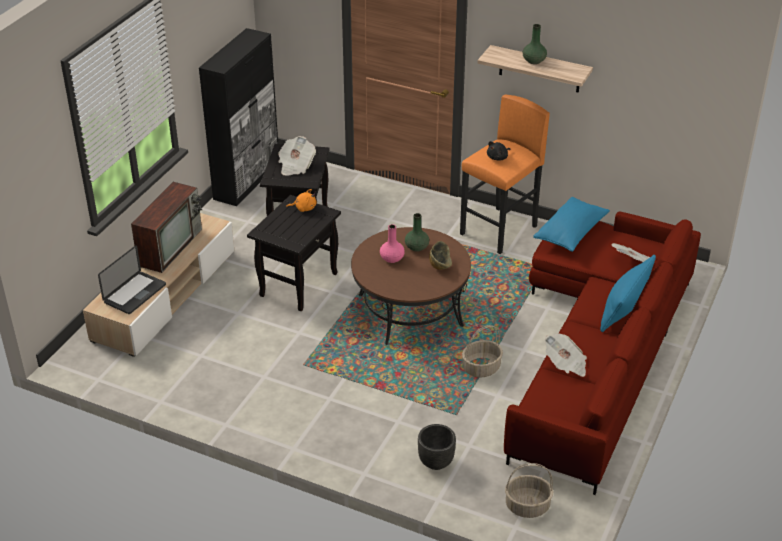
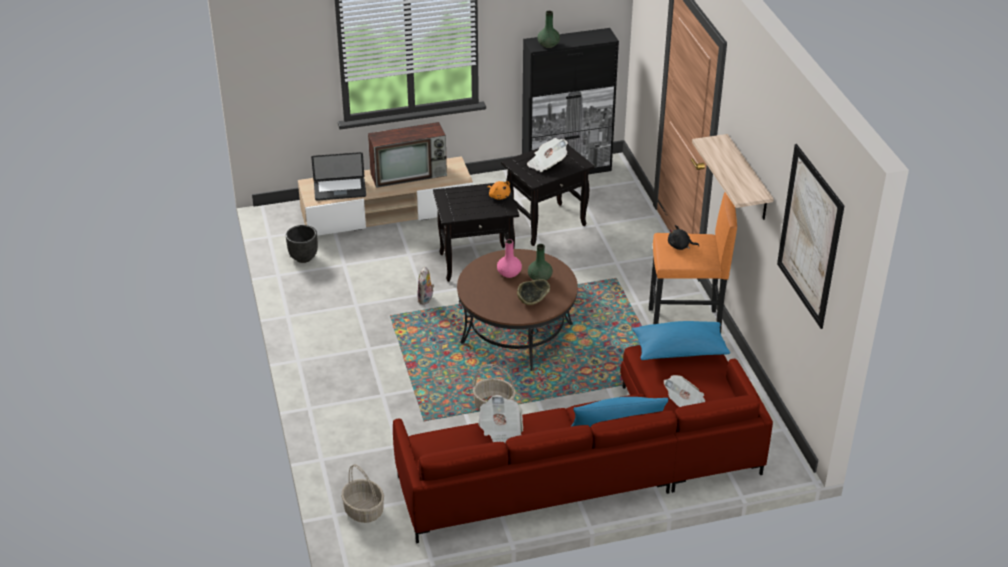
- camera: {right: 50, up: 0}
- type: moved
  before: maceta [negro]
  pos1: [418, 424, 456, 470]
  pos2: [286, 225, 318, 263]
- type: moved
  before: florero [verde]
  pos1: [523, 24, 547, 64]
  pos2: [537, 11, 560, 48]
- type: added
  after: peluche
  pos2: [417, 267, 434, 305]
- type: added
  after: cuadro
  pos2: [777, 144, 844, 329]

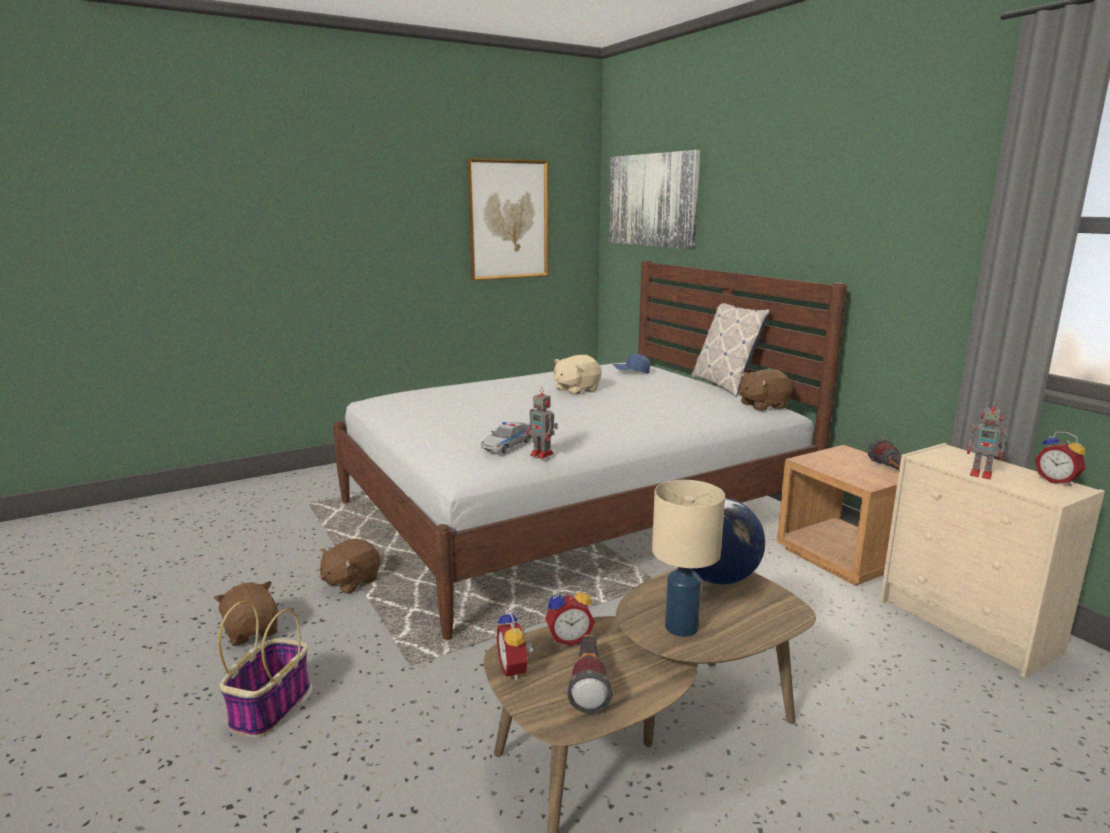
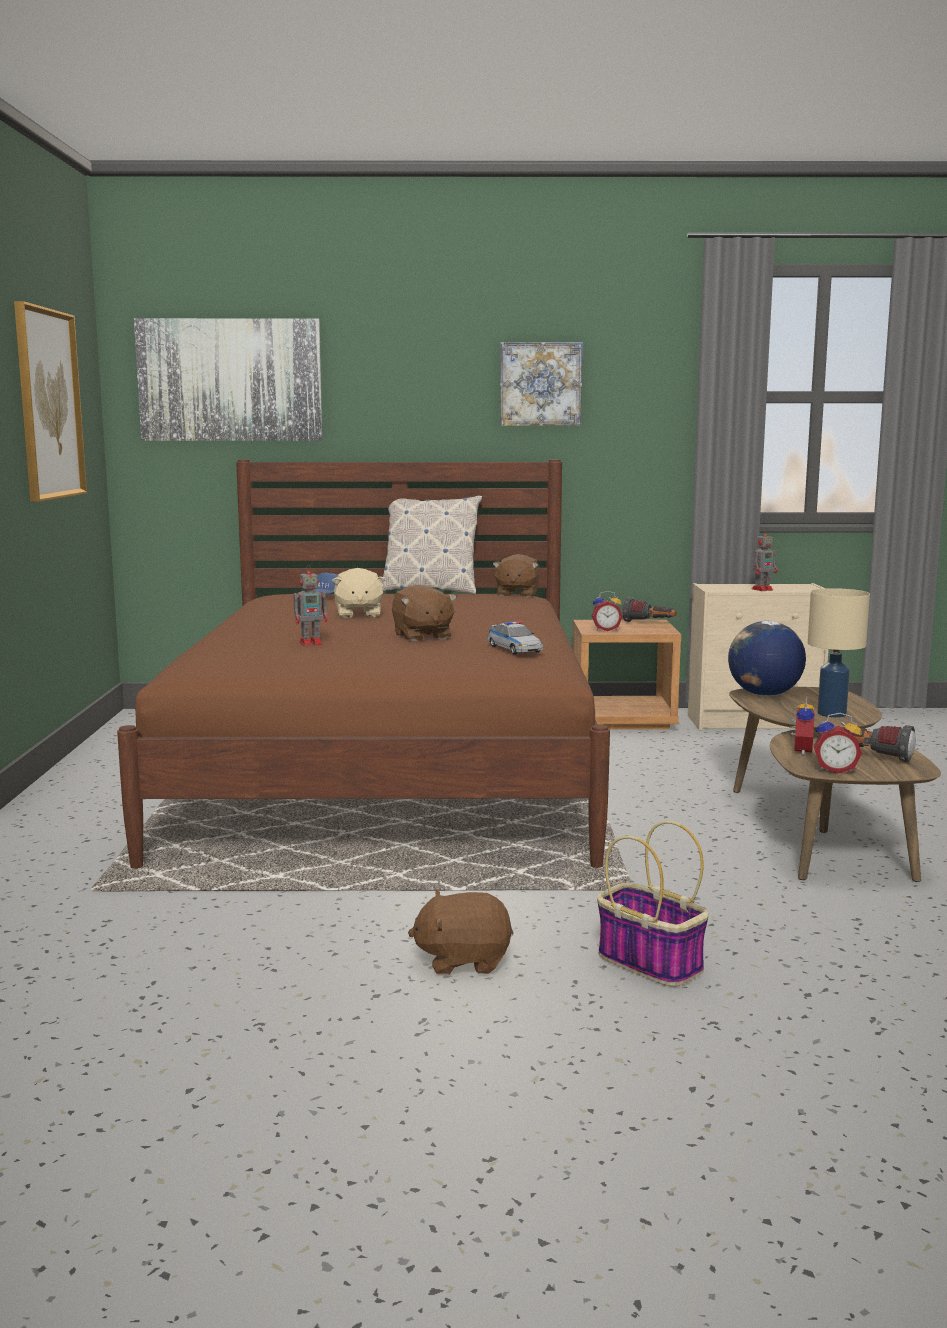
- camera: {right: -60, up: -5}
- type: moved
  before: peluche [marrón]
  pos1: [320, 538, 380, 594]
  pos2: [392, 585, 457, 642]
- type: recoloured
  before: cama [blanco]
  after: cama [marrón]
  pos1: [333, 260, 847, 640]
  pos2: [117, 460, 610, 869]
- type: moved
  before: robot de juguete
  pos1: [526, 387, 558, 459]
  pos2: [293, 564, 328, 646]
- type: moved
  before: despertador
  pos1: [1035, 432, 1086, 486]
  pos2: [591, 591, 623, 632]
- type: added
  after: cuadro
  pos2: [500, 342, 583, 426]

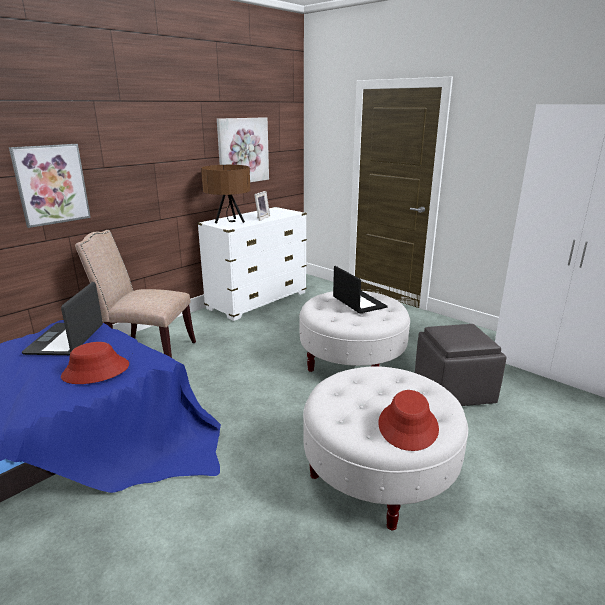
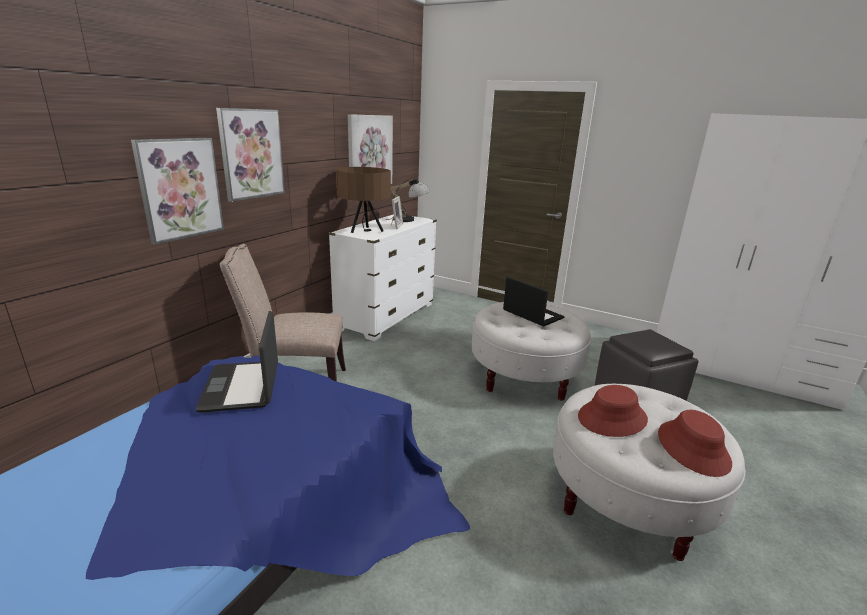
- camera: {right: -15, up: 0}
- type: moved
  before: sombrero [rojo]
  pos1: [61, 342, 129, 384]
  pos2: [578, 385, 648, 437]
- type: added
  after: cuadro
  pos2: [216, 108, 285, 202]
- type: added
  after: lámpara de mesa
  pos2: [385, 177, 430, 222]

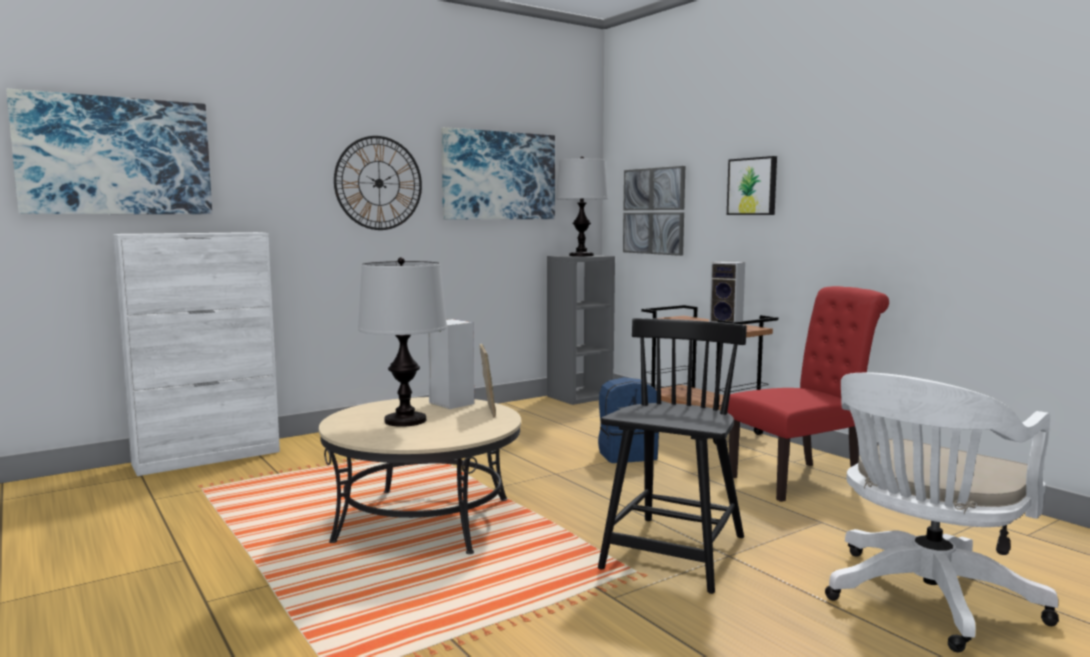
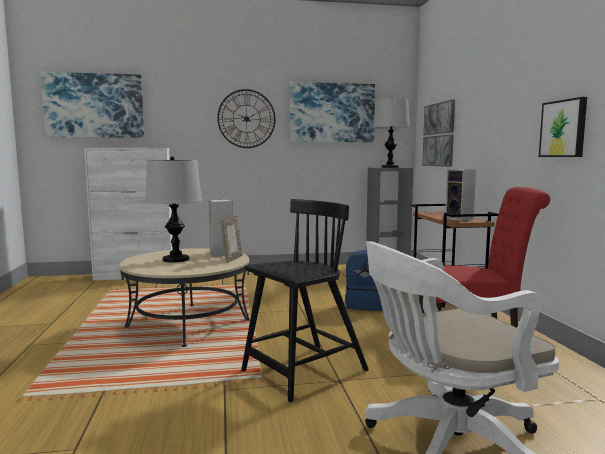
- camera: {right: 25, up: 0}
- type: moved
  before: cuadro
  pos1: [727, 156, 777, 215]
  pos2: [539, 97, 587, 157]

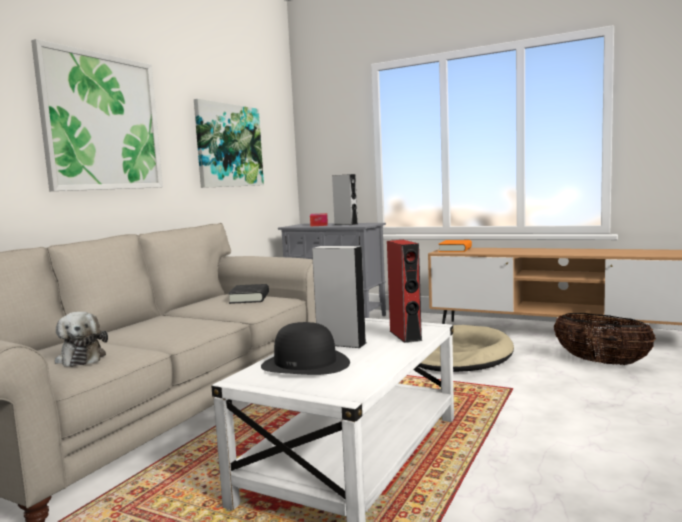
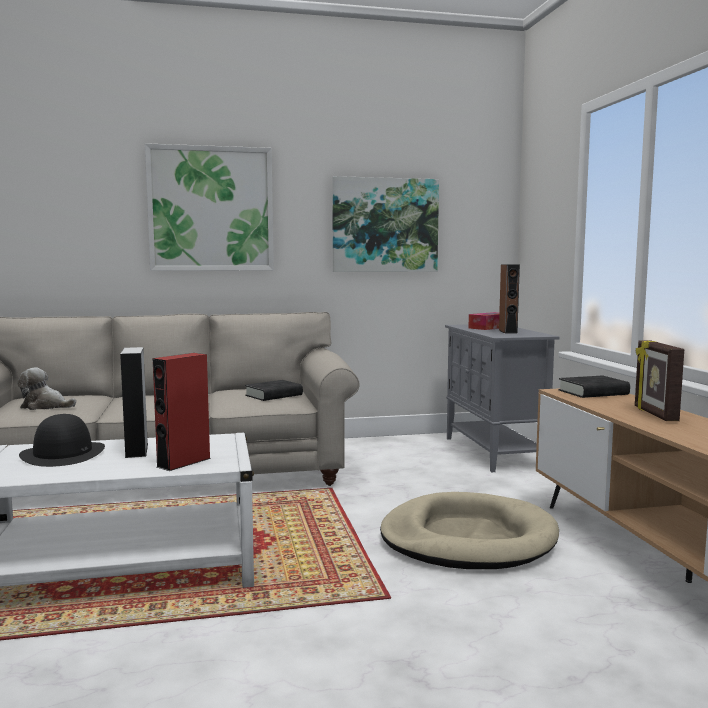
- camera: {right: 50, up: 0}
- type: turned
  before: peluche
  pos1: [55, 312, 108, 367]
  pos2: [17, 367, 76, 410]
  turn: 75
- type: recoloured
  before: altavoz [gris]
  after: altavoz [marrón]
  pos1: [332, 174, 358, 225]
  pos2: [499, 264, 520, 334]
- type: recoloured
  before: libro [naranja]
  after: libro [negro]
  pos1: [439, 240, 472, 252]
  pos2: [559, 375, 630, 398]
- type: removed
  before: cesta
  pos1: [554, 313, 656, 365]
- type: added
  after: portarretratos
  pos2: [635, 340, 684, 421]

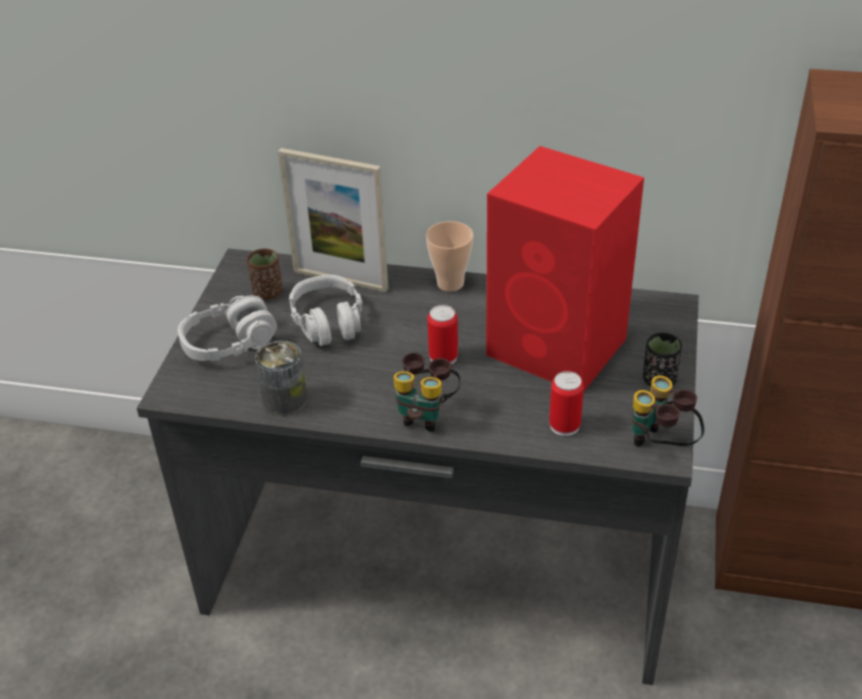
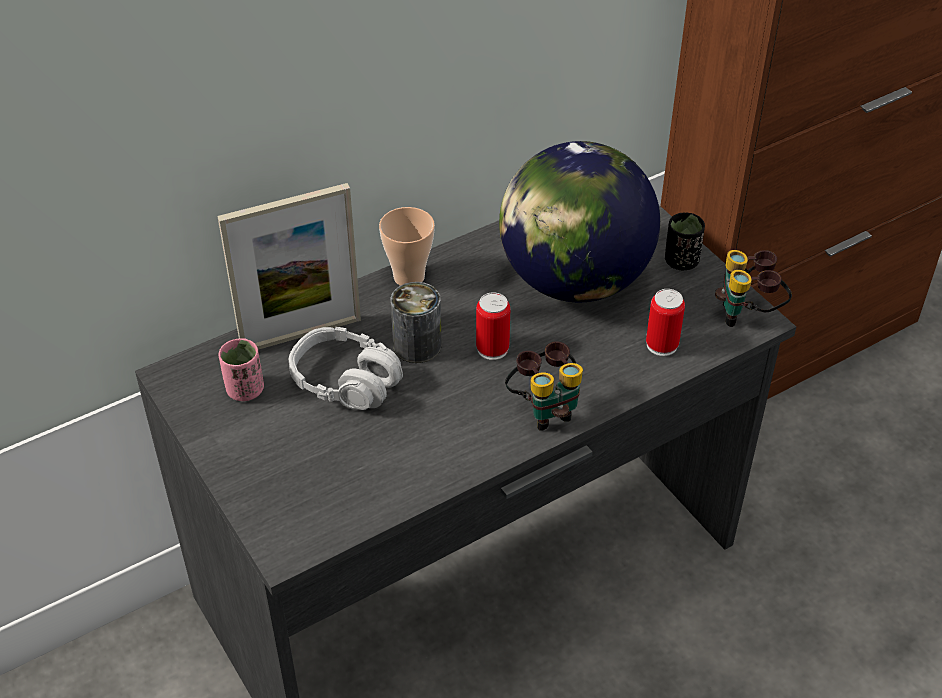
- camera: {right: -45, up: 5}
- type: removed
  before: auriculares [gris]
  pos1: [178, 295, 277, 361]
- type: recoloured
  before: taza [marrón]
  after: taza [rosa]
  pos1: [247, 249, 283, 300]
  pos2: [218, 338, 264, 401]
- type: moved
  before: lata
  pos1: [255, 341, 307, 416]
  pos2: [391, 282, 442, 363]
- type: replaced
  before: altavoz [rojo]
  after: globo terráqueo
  pos1: [486, 146, 644, 391]
  pos2: [499, 141, 660, 303]

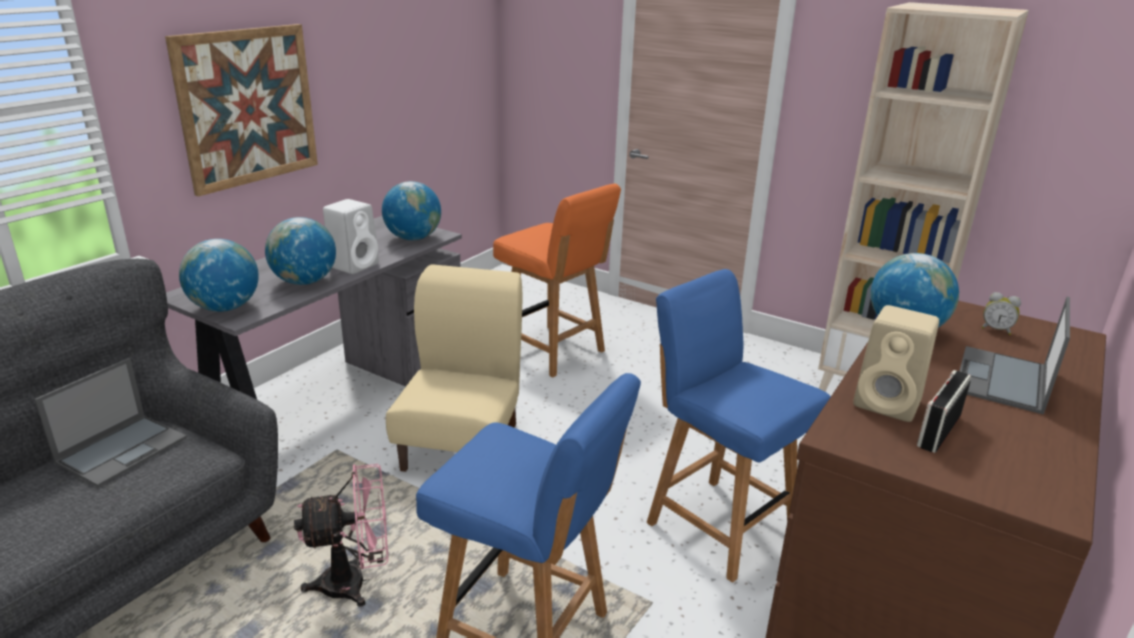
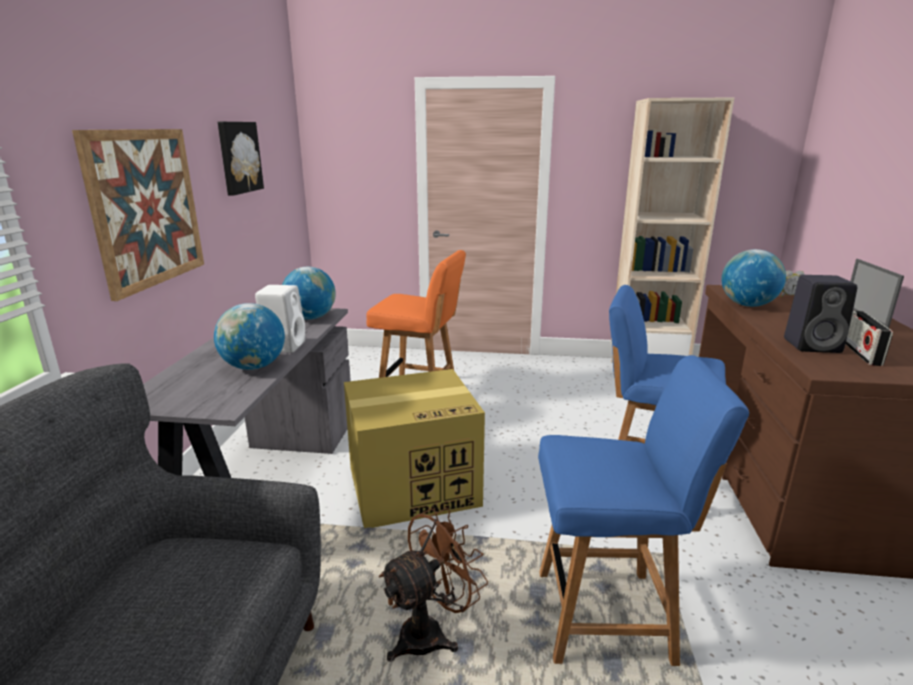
- camera: {right: -25, up: -5}
- type: removed
  before: portátil
  pos1: [35, 358, 187, 487]
- type: removed
  before: globo terráqueo
  pos1: [179, 239, 259, 312]
- type: recoloured
  before: ventilador [rosa]
  after: ventilador [marrón]
  pos1: [294, 464, 388, 607]
  pos2: [379, 508, 488, 662]
- type: replaced
  before: silla [beis]
  after: caja de cartón
  pos1: [386, 264, 523, 472]
  pos2: [344, 369, 485, 528]
- type: recoloured
  before: altavoz [beis]
  after: altavoz [negro]
  pos1: [853, 305, 939, 422]
  pos2: [784, 275, 857, 353]
- type: added
  after: cuadro
  pos2: [218, 122, 264, 196]

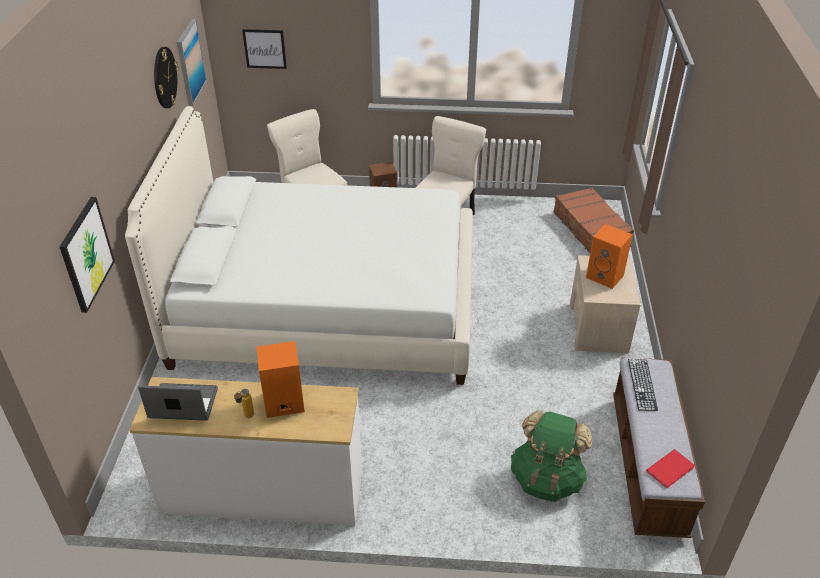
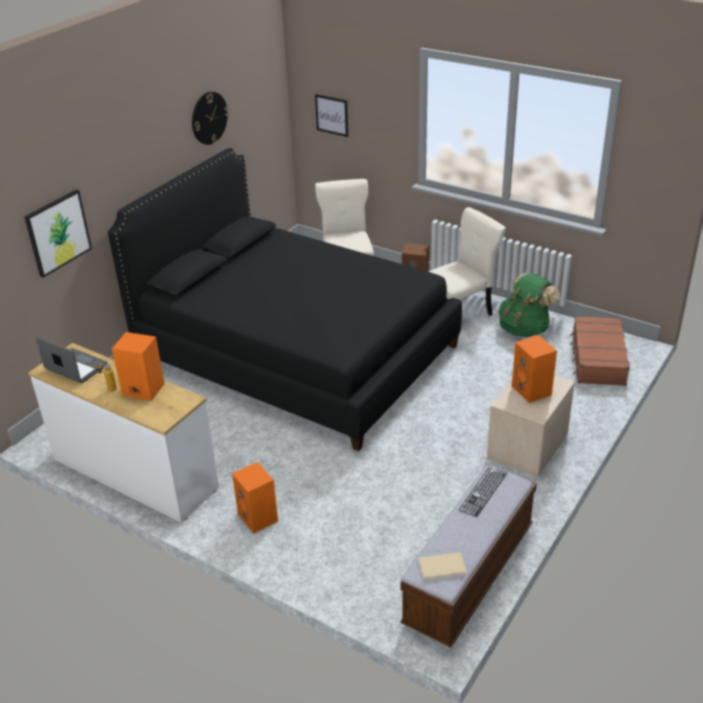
- camera: {right: 30, up: -5}
- type: recoloured
  before: cama [blanco]
  after: cama [negro]
  pos1: [125, 106, 473, 385]
  pos2: [108, 148, 462, 451]
- type: removed
  before: cuadro
  pos1: [177, 19, 207, 106]
- type: moved
  before: mochila [verde]
  pos1: [511, 411, 592, 502]
  pos2: [499, 273, 560, 337]
- type: recoloured
  before: libro [rojo]
  after: libro [beis]
  pos1: [646, 449, 695, 488]
  pos2: [418, 552, 467, 580]
- type: added
  after: altavoz [naranja]
  pos2: [232, 462, 278, 534]

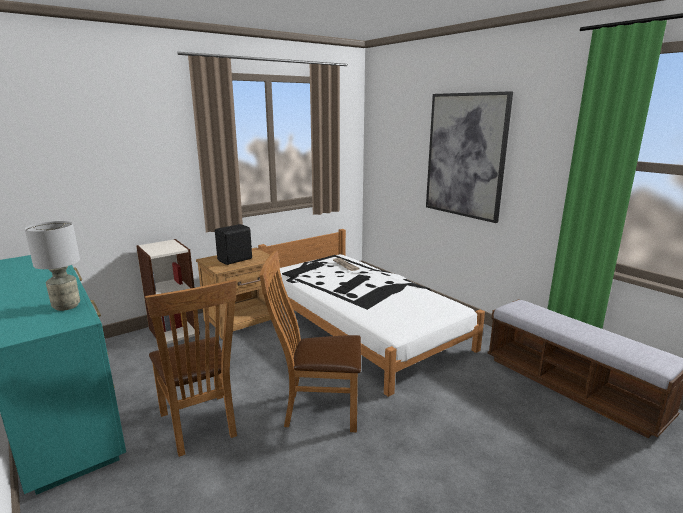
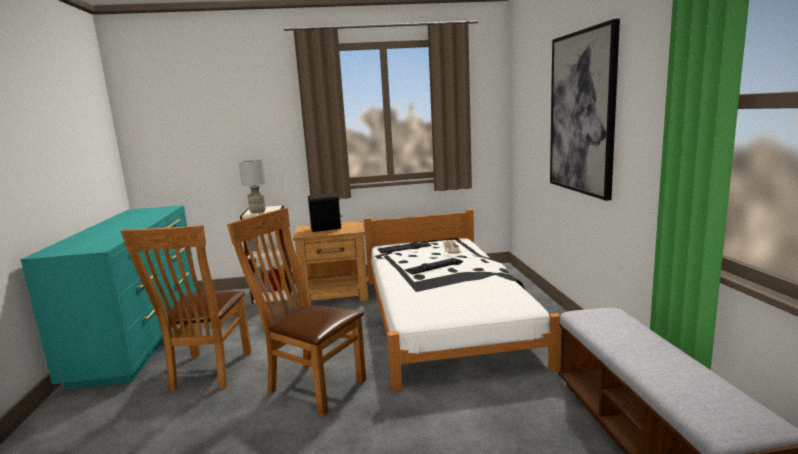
- camera: {right: 30, up: -5}
- type: moved
  before: lámpara de mesa [gris]
  pos1: [25, 221, 80, 311]
  pos2: [239, 159, 267, 214]

